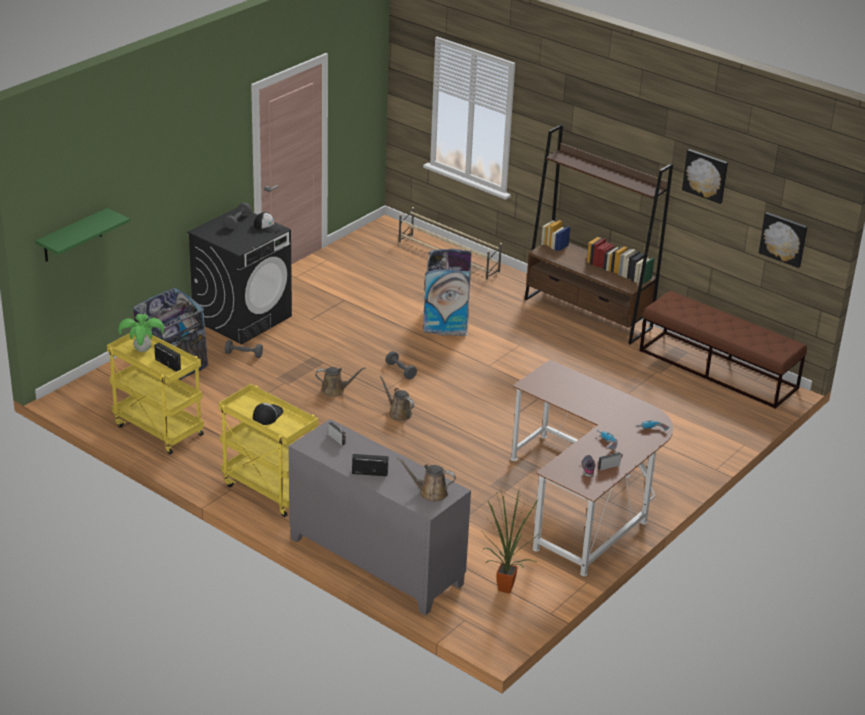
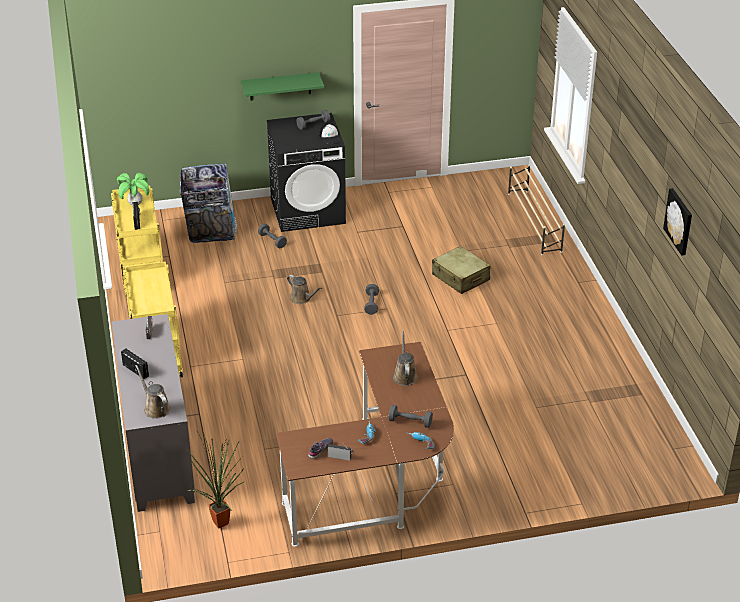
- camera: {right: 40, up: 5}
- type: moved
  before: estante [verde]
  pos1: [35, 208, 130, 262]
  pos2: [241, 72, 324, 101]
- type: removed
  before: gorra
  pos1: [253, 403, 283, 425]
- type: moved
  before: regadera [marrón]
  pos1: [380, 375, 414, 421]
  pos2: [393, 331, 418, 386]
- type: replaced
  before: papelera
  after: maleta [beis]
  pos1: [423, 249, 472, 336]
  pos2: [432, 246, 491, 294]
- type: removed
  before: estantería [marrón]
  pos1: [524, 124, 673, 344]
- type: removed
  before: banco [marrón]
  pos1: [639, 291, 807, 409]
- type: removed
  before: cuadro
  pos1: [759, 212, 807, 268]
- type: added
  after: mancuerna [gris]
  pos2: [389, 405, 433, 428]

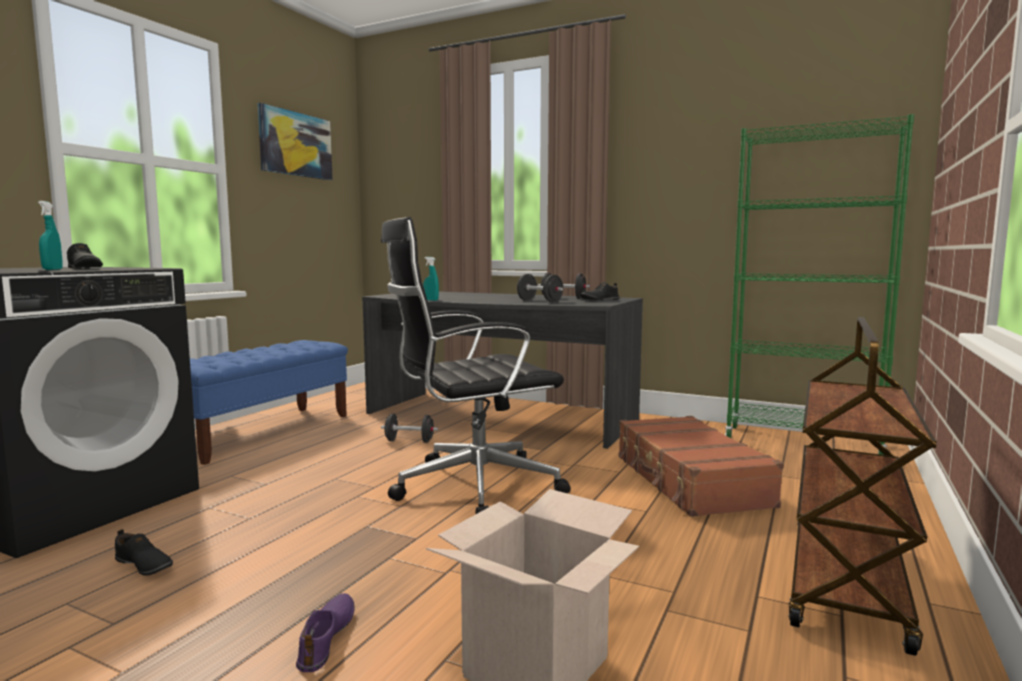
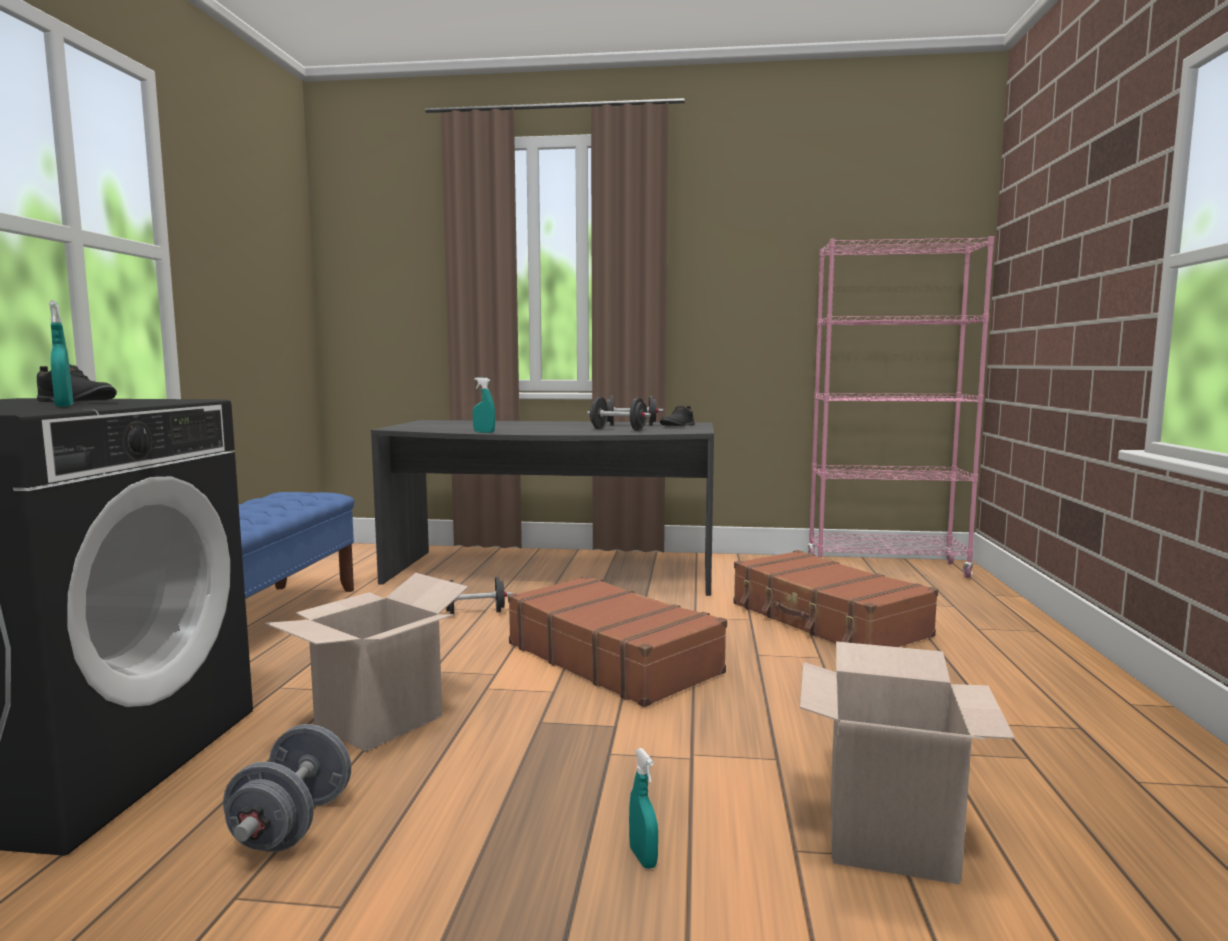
- camera: {right: -20, up: 0}
- type: replaced
  before: zapato [negro]
  after: mancuerna [gris]
  pos1: [115, 529, 173, 576]
  pos2: [223, 724, 351, 852]
- type: removed
  before: cuadro
  pos1: [258, 103, 333, 180]
- type: replaced
  before: zapato [morado]
  after: pulverizador [turquesa]
  pos1: [296, 593, 354, 672]
  pos2: [629, 748, 658, 869]
- type: replaced
  before: silla de oficina [negro]
  after: maleta [marrón]
  pos1: [381, 217, 571, 514]
  pos2: [508, 576, 727, 707]
- type: recoloured
  before: estantería [verde]
  after: estantería [rosa]
  pos1: [725, 114, 914, 455]
  pos2: [808, 236, 995, 578]
- type: removed
  before: carrito [marrón]
  pos1: [788, 317, 937, 656]
- type: added
  after: caja de cartón
  pos2: [265, 573, 468, 752]

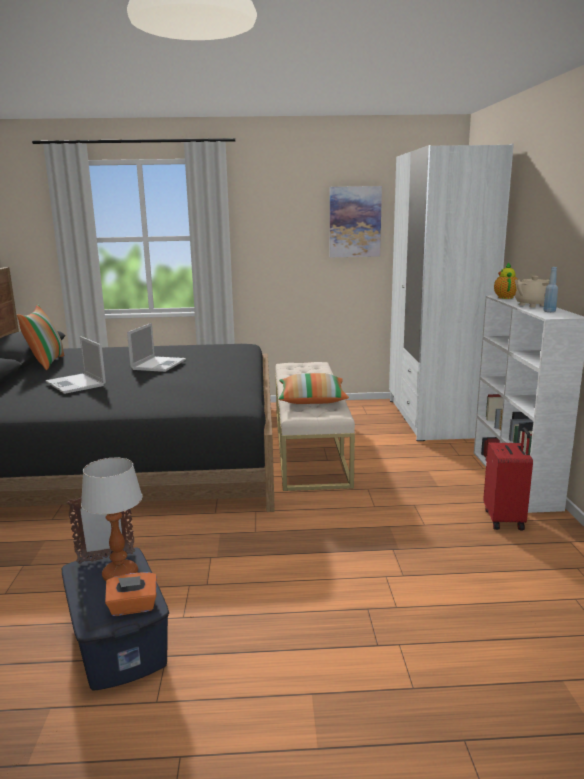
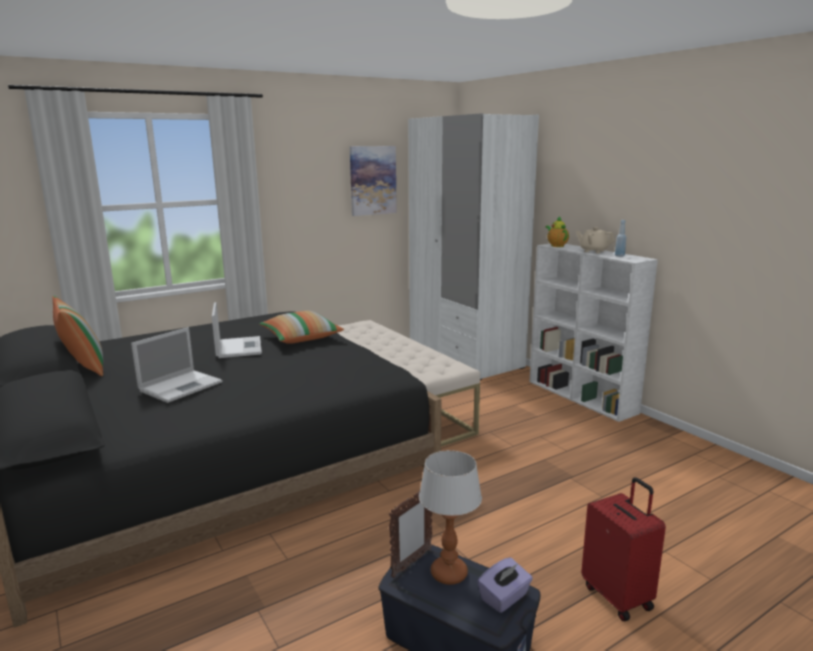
- camera: {right: -30, up: 0}
- type: turned
  before: portátil
  pos1: [46, 336, 106, 394]
  pos2: [131, 327, 223, 403]
  turn: -75
- type: recoloured
  before: caja de pañuelos [naranja]
  after: caja de pañuelos [morado]
  pos1: [105, 572, 157, 616]
  pos2: [477, 557, 533, 613]
- type: moved
  before: cojín
  pos1: [279, 373, 349, 404]
  pos2: [259, 311, 344, 344]
- type: moved
  before: maleta [rojo]
  pos1: [483, 428, 533, 530]
  pos2: [581, 477, 666, 621]

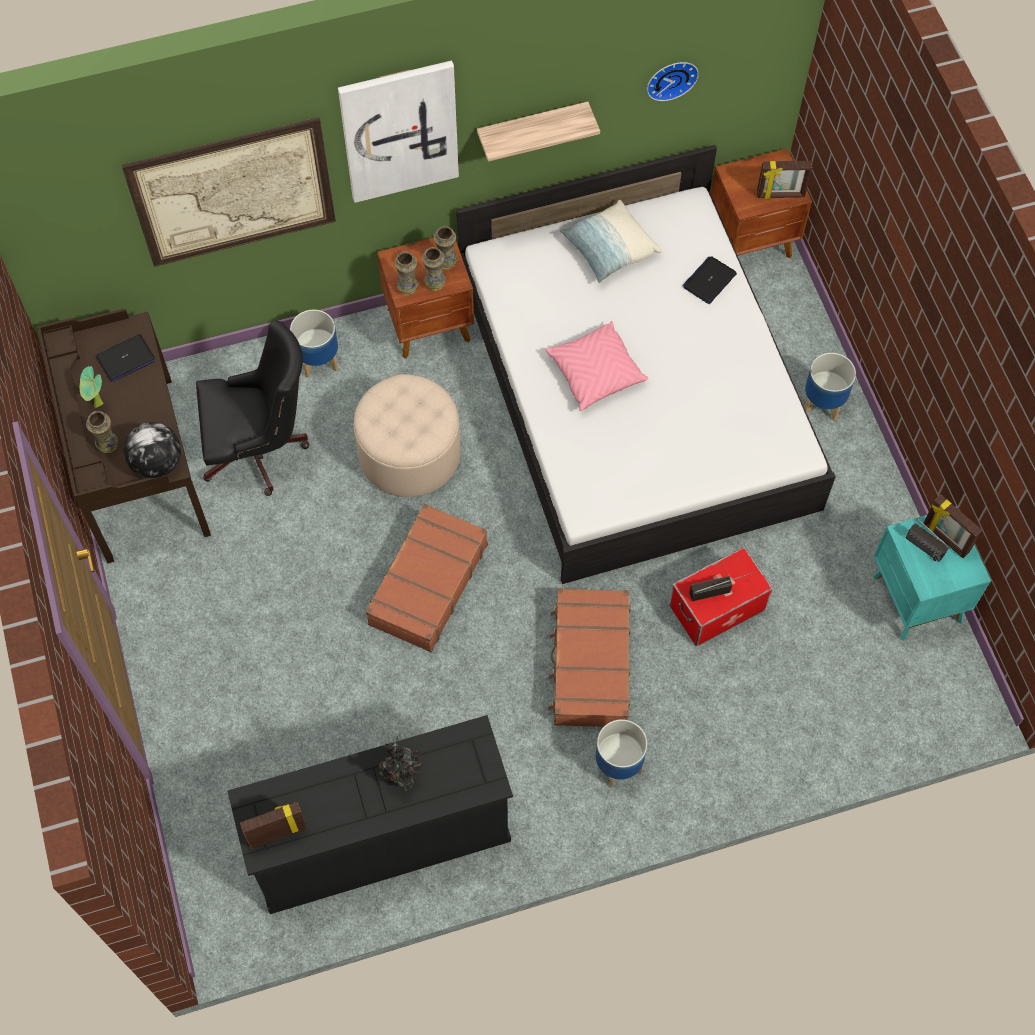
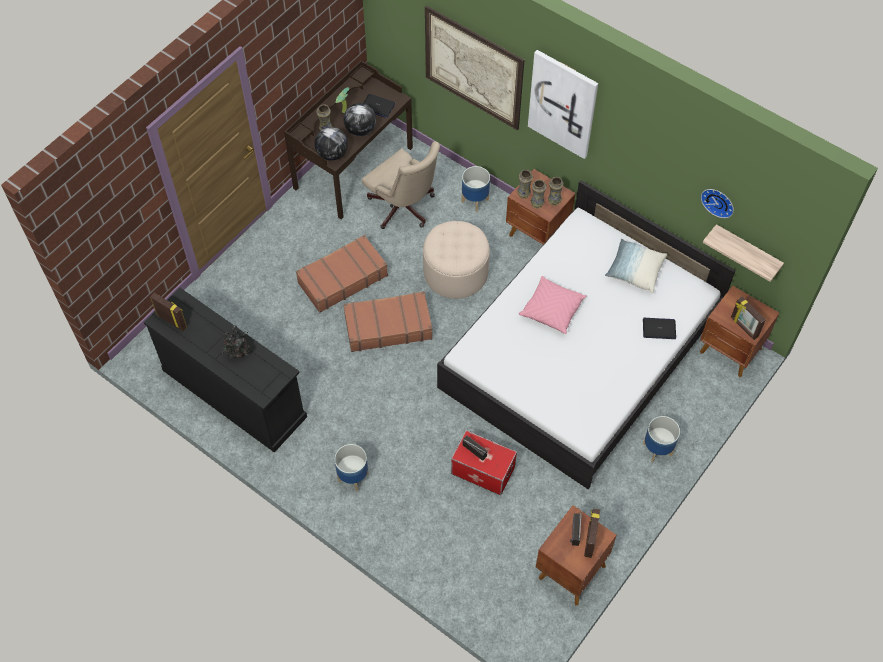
- camera: {right: 55, up: -5}
- type: recoloured
  before: silla de oficina [negro]
  after: silla de oficina [beis]
  pos1: [196, 321, 310, 496]
  pos2: [362, 141, 440, 229]
- type: moved
  before: estante
  pos1: [477, 102, 600, 162]
  pos2: [703, 224, 784, 282]
- type: moved
  before: maleta [marrón]
  pos1: [548, 588, 631, 727]
  pos2: [296, 235, 388, 313]
- type: recoloured
  before: mesita de noche [turquesa]
  after: mesita de noche [marrón]
  pos1: [873, 507, 991, 641]
  pos2: [536, 505, 617, 605]
- type: added
  after: globo terráqueo
  pos2: [343, 103, 377, 136]

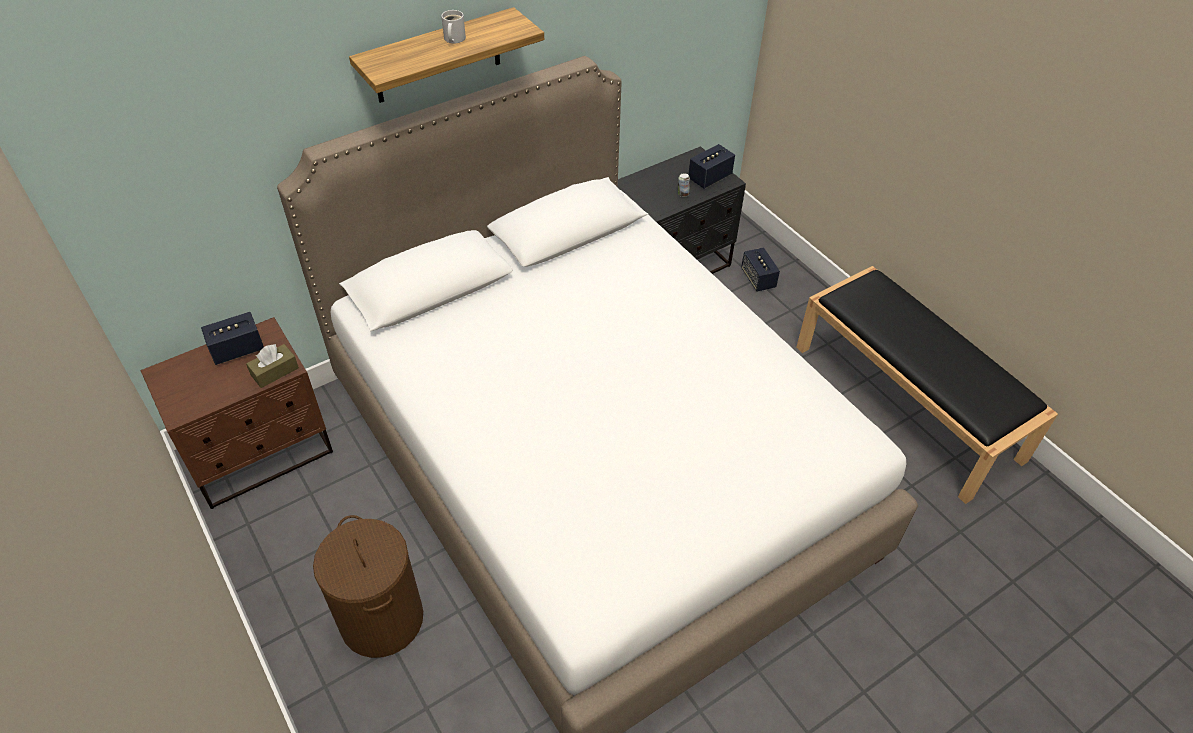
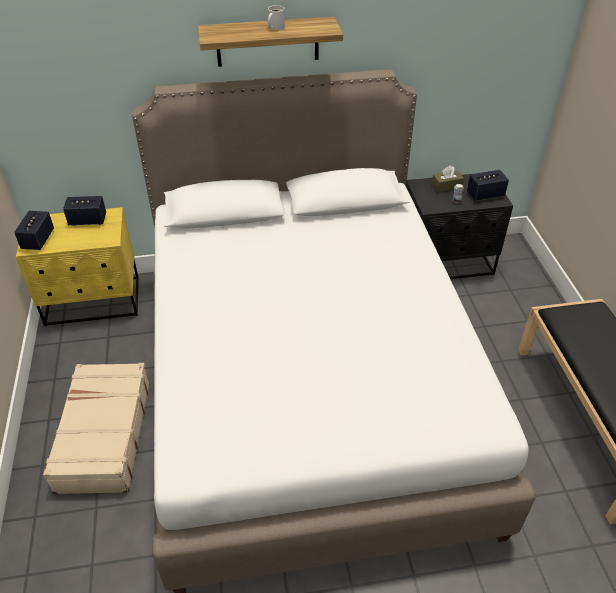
- camera: {right: 25, up: -5}
- type: recoloured
  before: mesita de noche [marrón]
  after: mesita de noche [amarillo]
  pos1: [141, 317, 333, 509]
  pos2: [16, 207, 139, 326]
- type: moved
  before: caja de pañuelos [marrón]
  pos1: [246, 344, 299, 388]
  pos2: [432, 166, 464, 192]
- type: replaced
  before: cesto de la ropa [marrón]
  after: maleta [beis]
  pos1: [313, 515, 423, 658]
  pos2: [43, 363, 150, 494]
- type: moved
  before: altavoz
  pos1: [741, 247, 780, 292]
  pos2: [14, 211, 54, 250]

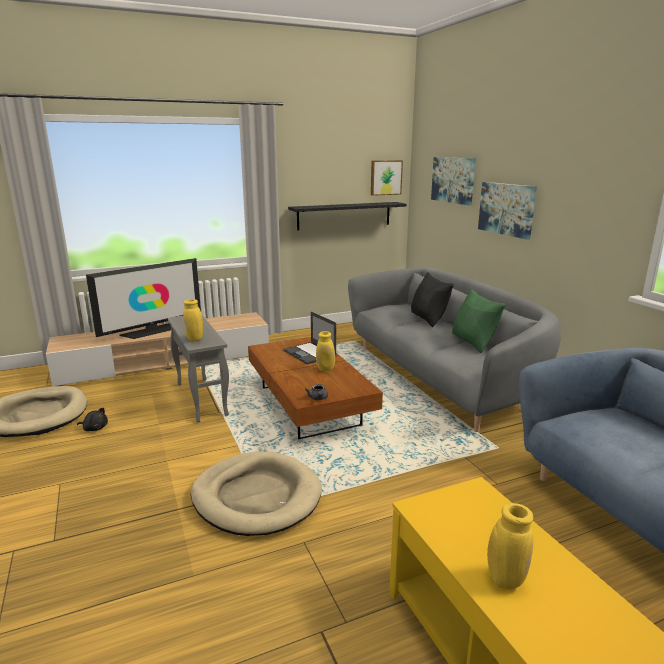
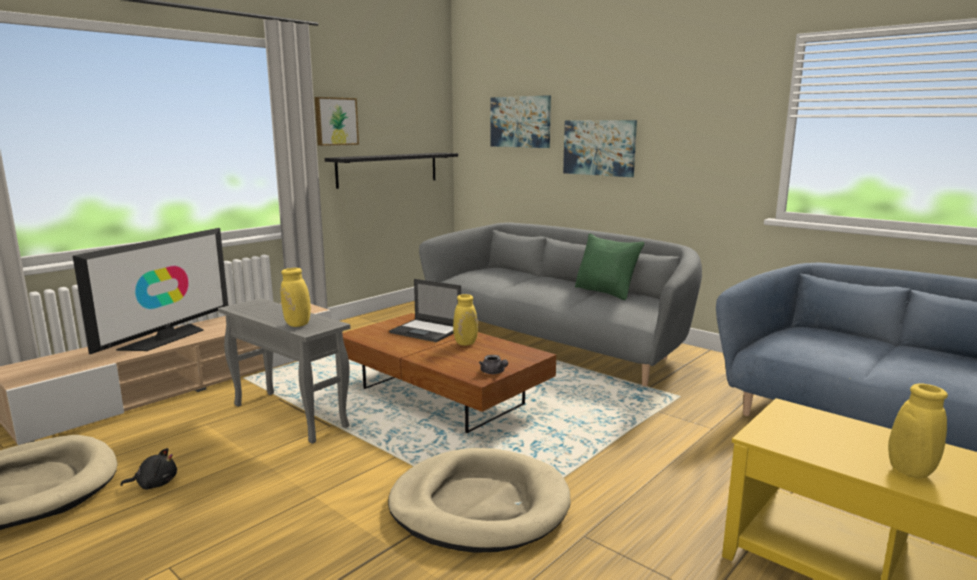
- camera: {right: -25, up: -5}
- type: moved
  before: cuadro
  pos1: [371, 160, 403, 196]
  pos2: [315, 97, 359, 146]
- type: removed
  before: cojín [negro]
  pos1: [411, 272, 453, 327]

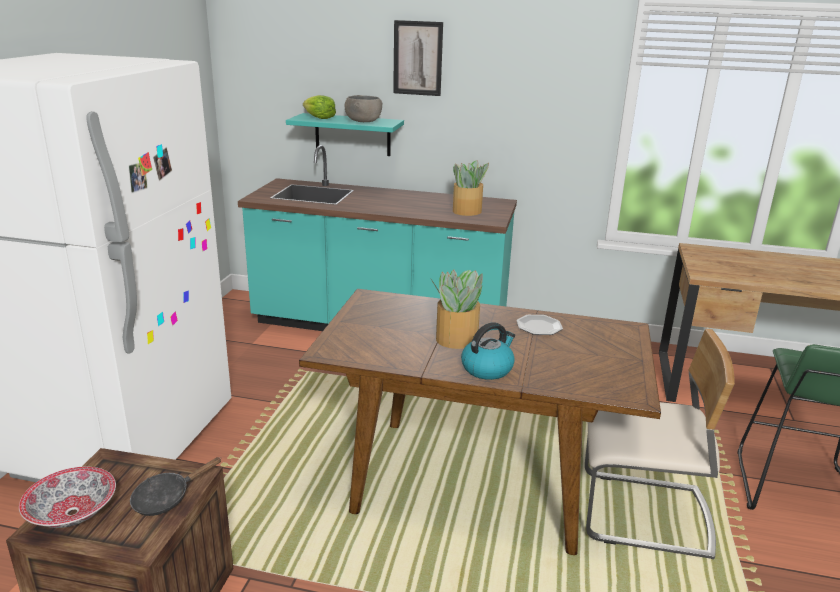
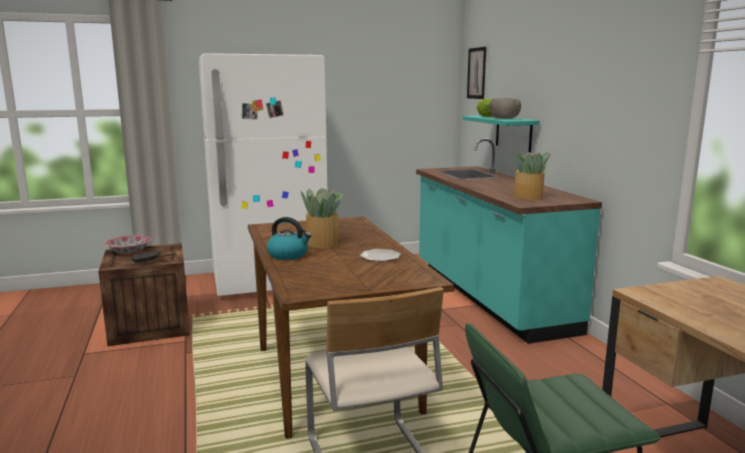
- camera: {right: 60, up: -10}
- type: moved
  before: cuadro
  pos1: [393, 20, 443, 96]
  pos2: [467, 47, 486, 99]

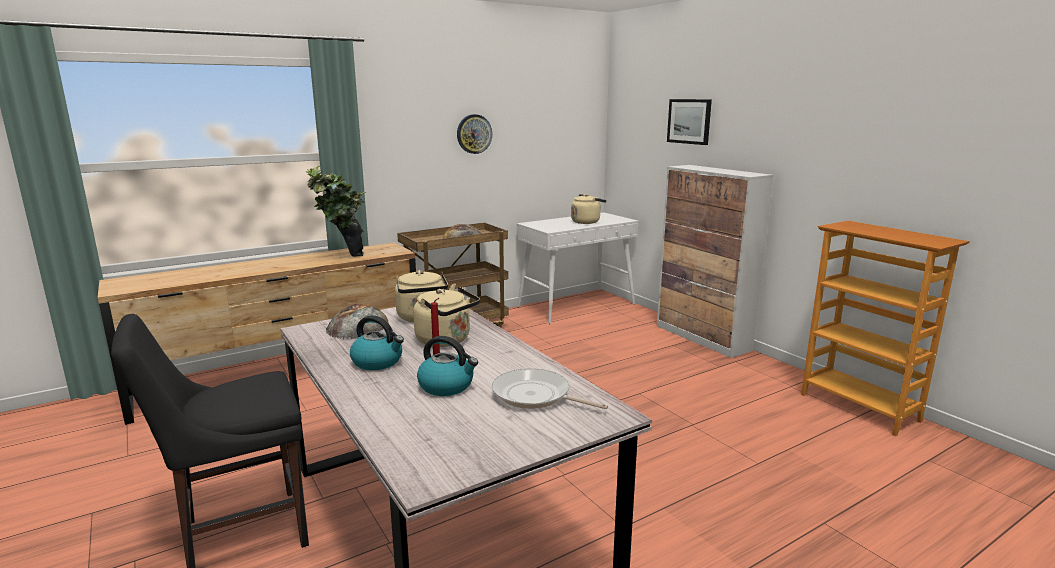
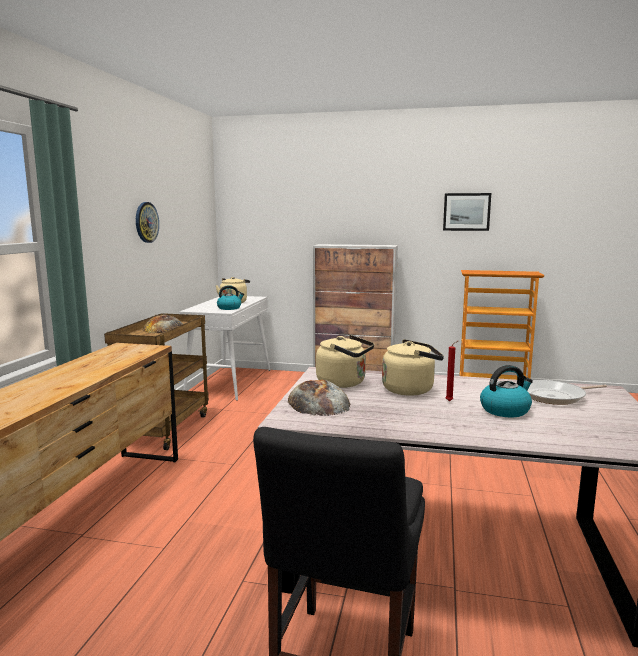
- camera: {right: -45, up: -5}
- type: removed
  before: planta en maceta
  pos1: [306, 165, 366, 257]
- type: moved
  before: hervidor
  pos1: [350, 315, 404, 370]
  pos2: [217, 285, 244, 310]
- type: moved
  before: cuadro
  pos1: [667, 99, 712, 145]
  pos2: [443, 193, 491, 231]

